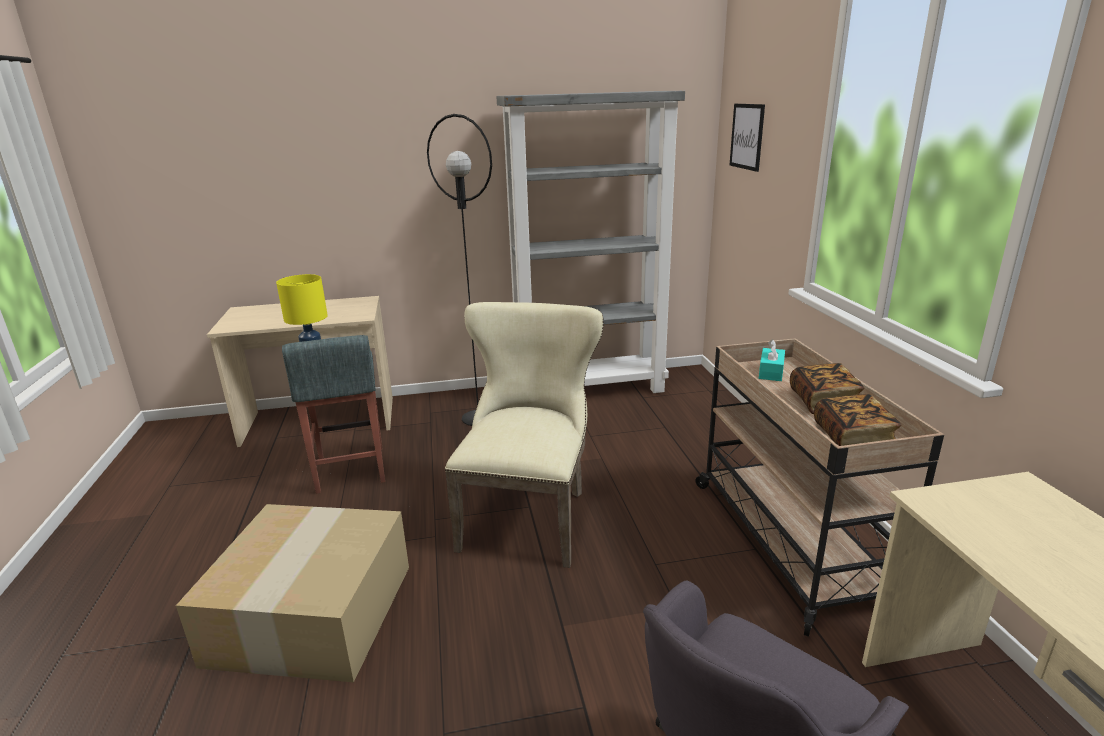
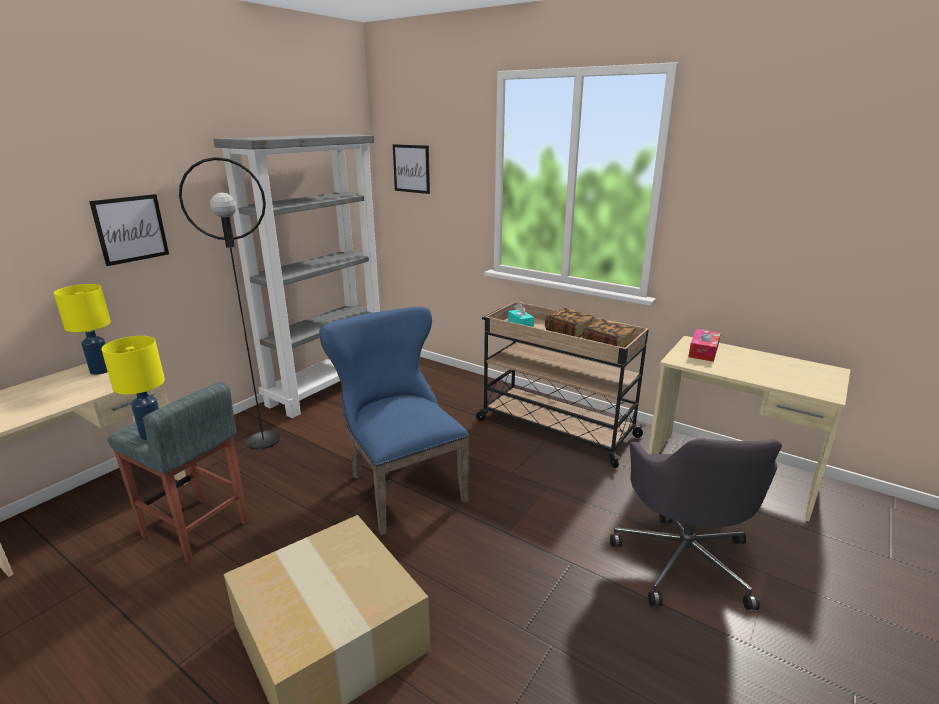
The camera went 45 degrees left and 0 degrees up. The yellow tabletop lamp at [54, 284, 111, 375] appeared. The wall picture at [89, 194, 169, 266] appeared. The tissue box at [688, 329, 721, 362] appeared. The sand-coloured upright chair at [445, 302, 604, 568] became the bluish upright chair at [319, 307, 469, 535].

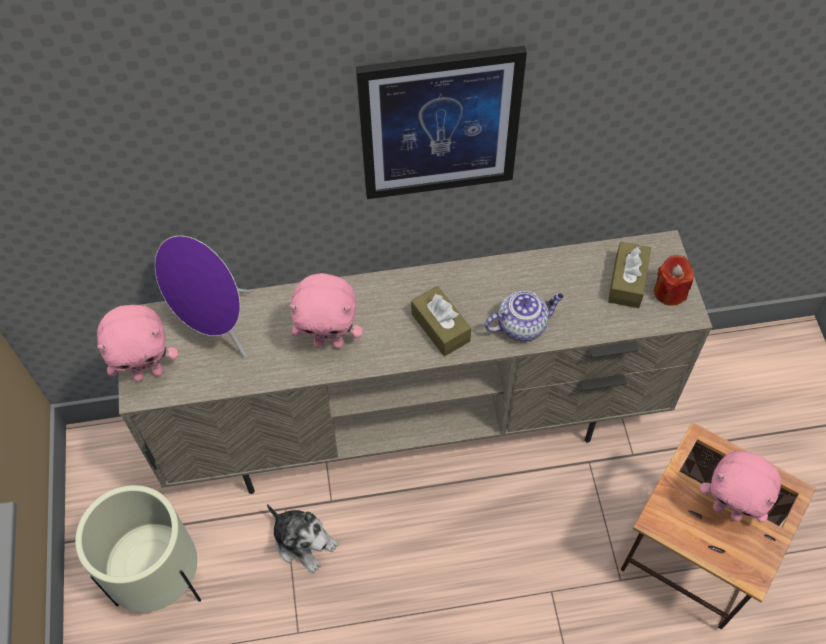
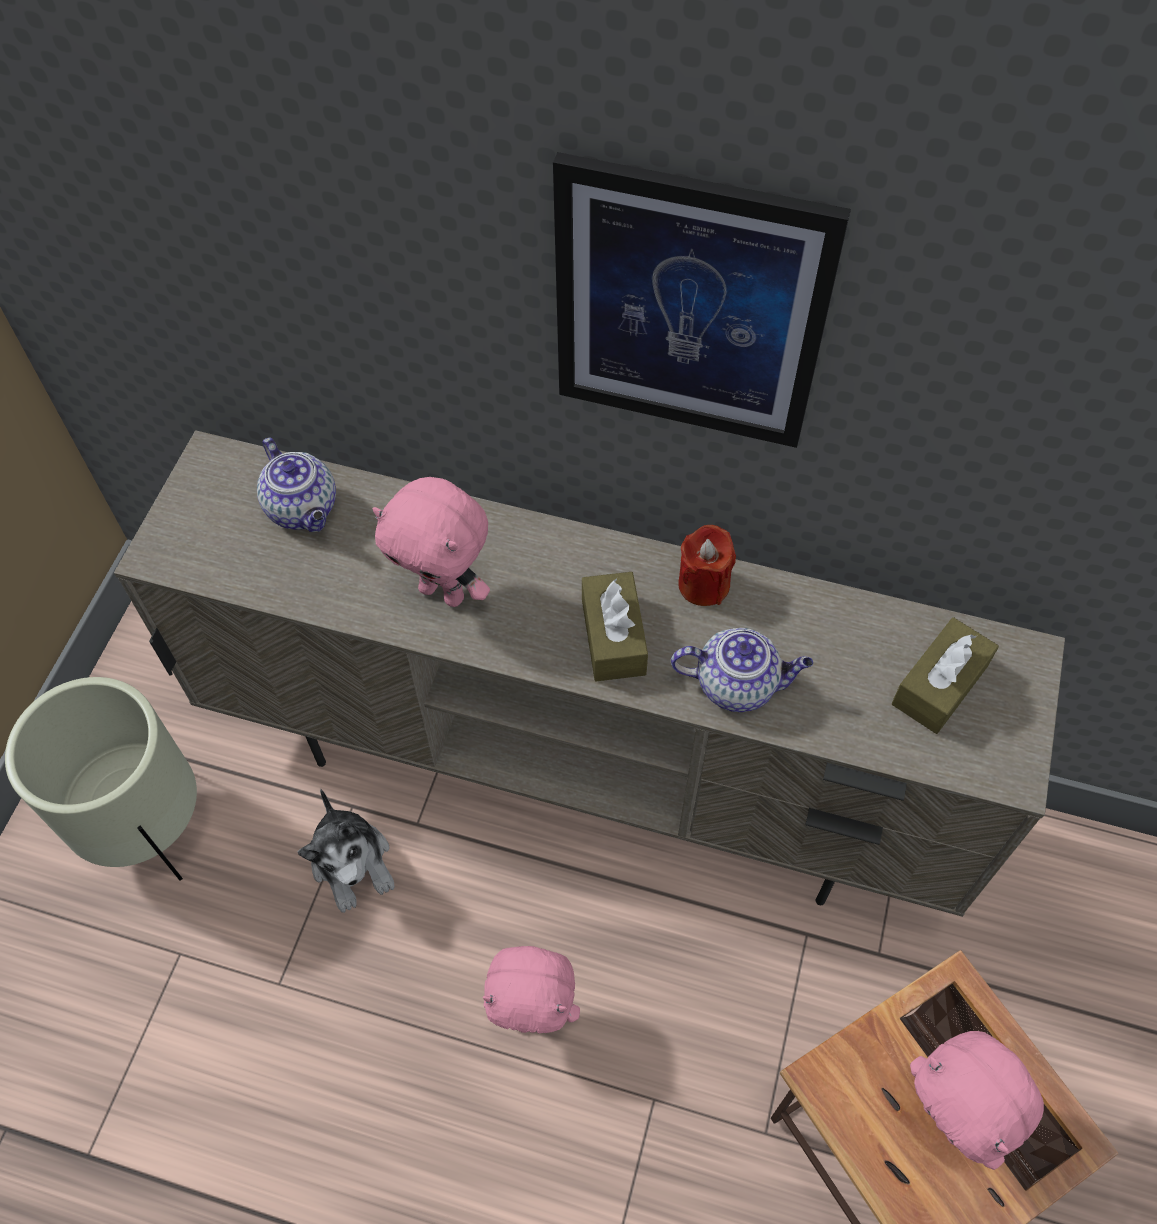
The camera went 25 degrees right and 0 degrees up. The pink plush toy moved from [97, 305, 179, 382] to [483, 946, 580, 1033]. The red-coloured wax candle moved from [654, 255, 694, 306] to [678, 525, 736, 606]. The purple speaker at [155, 236, 249, 358] was replaced by the pot for tea at [257, 437, 336, 532].

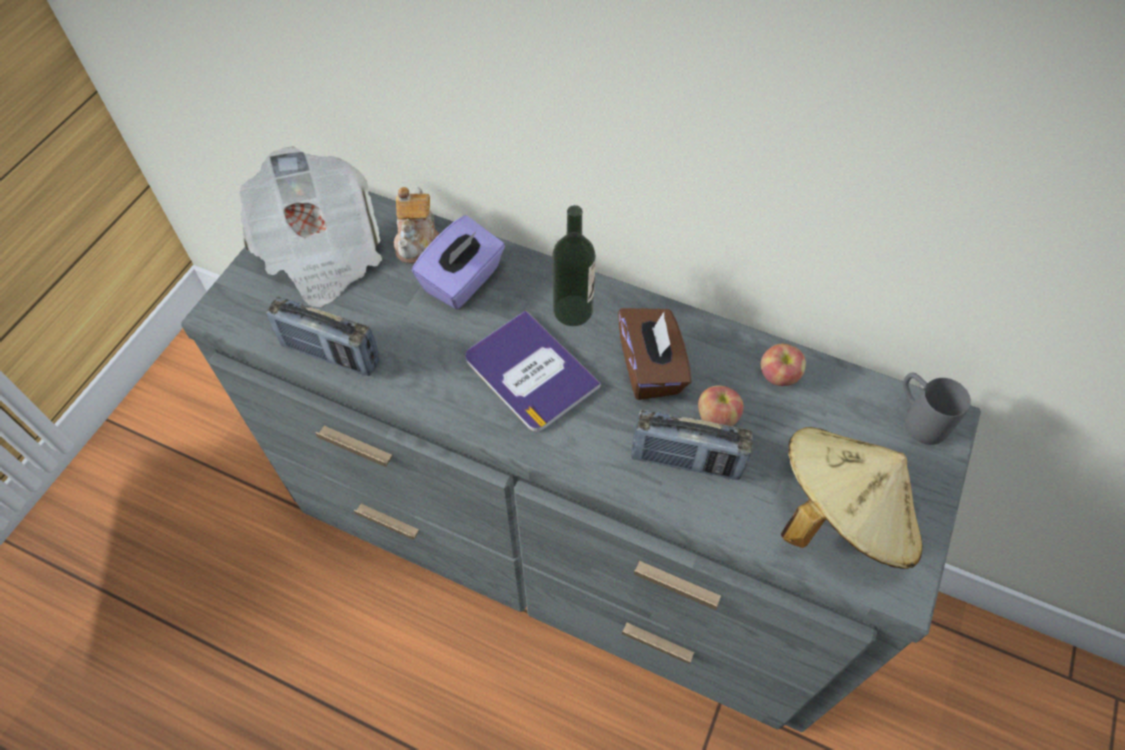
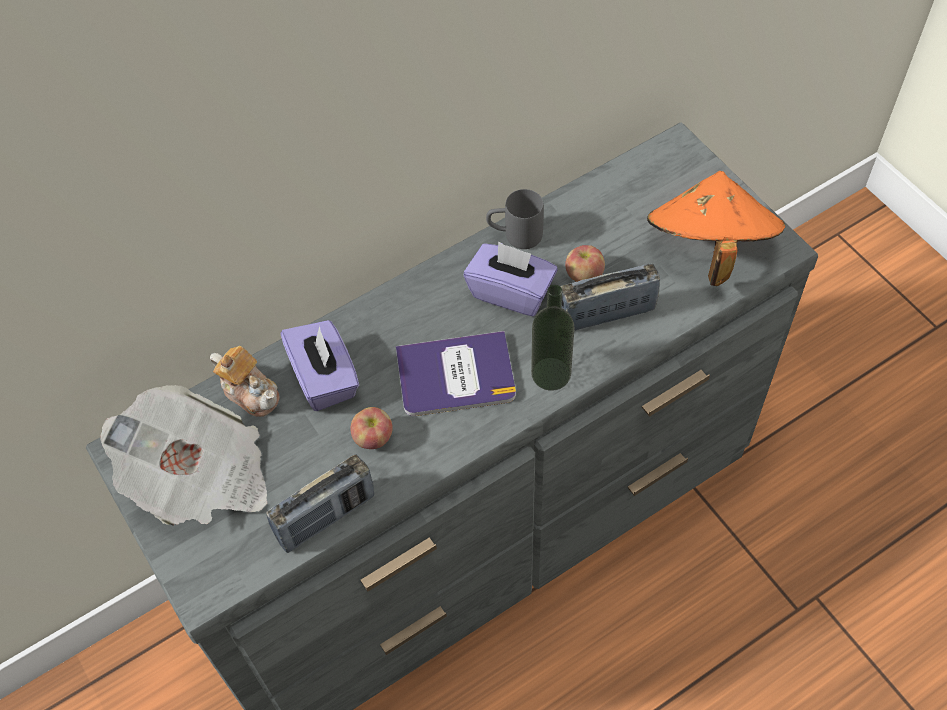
The camera went 55 degrees left and 0 degrees up. The drink bottle moved from [552, 205, 596, 326] to [531, 285, 575, 391]. The apple fruit moved from [761, 344, 806, 386] to [350, 407, 393, 449]. The grey coffee mug moved from [903, 373, 971, 445] to [486, 189, 544, 249]. The brownish tissue box at [618, 308, 691, 400] became the purple tissue box at [464, 241, 558, 316]. The sand-coloured clothing hat at [781, 427, 923, 569] became the orangey clothing hat at [647, 171, 785, 286]. The radio set at [631, 410, 753, 480] turned 150 degrees counterclockwise.

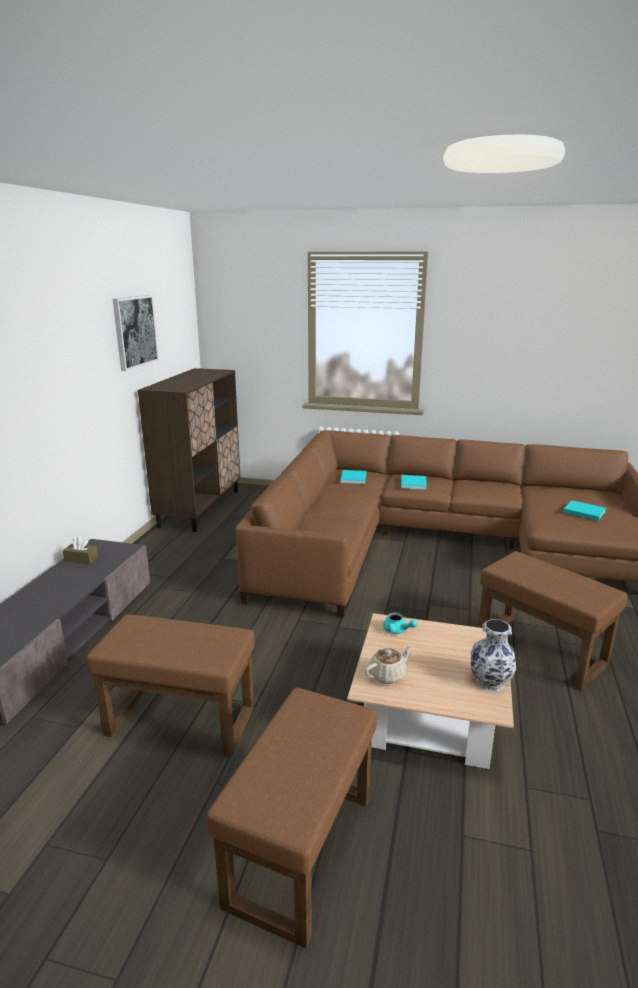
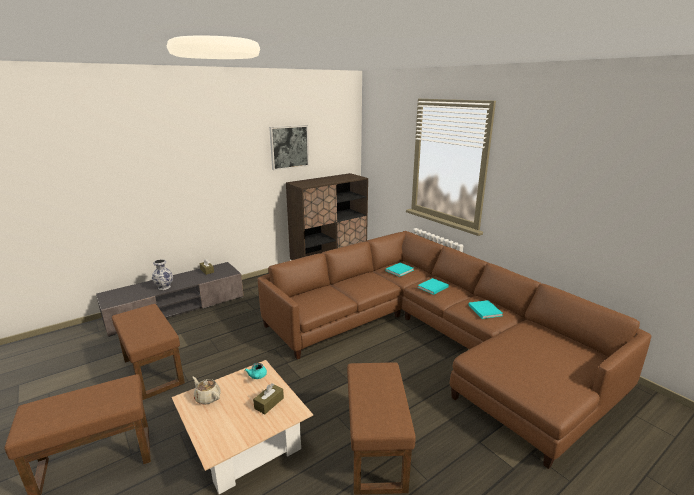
The camera went 40 degrees right and 0 degrees up. The brownish tissue box at [253, 383, 284, 415] appeared. The flower vase moved from [471, 619, 516, 692] to [152, 259, 173, 290]. The turquoise-coloured book moved from [563, 500, 606, 521] to [468, 300, 503, 319]. The sand-coloured pot for tea at [365, 645, 413, 684] turned 150 degrees counterclockwise.

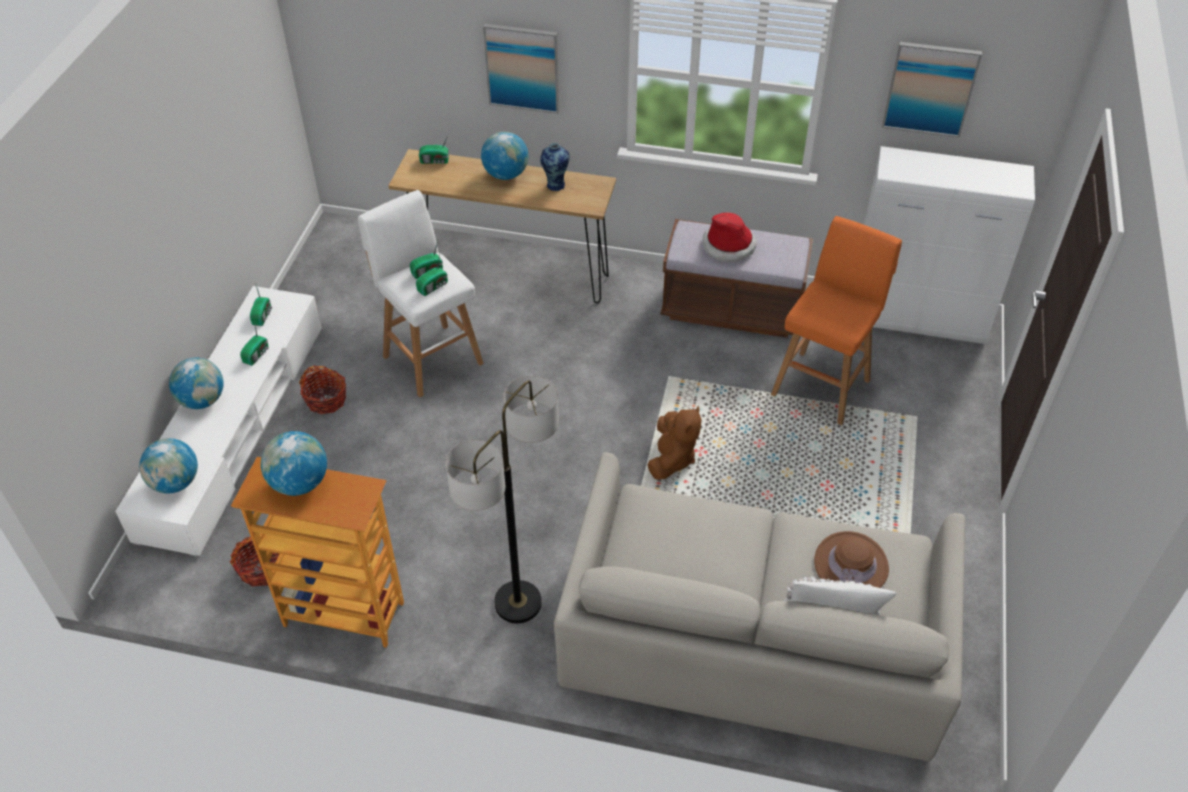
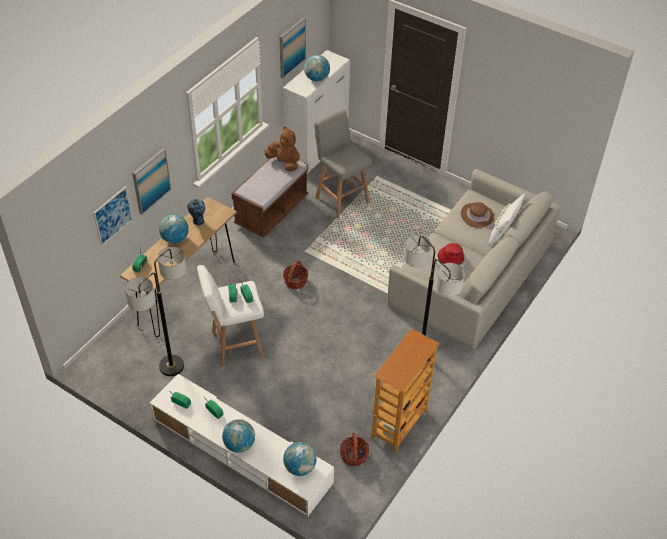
The camera went 70 degrees left and 0 degrees up. The wall picture at [93, 186, 133, 246] appeared. The standing lamp at [125, 247, 187, 376] appeared. The desk globe moved from [261, 431, 327, 496] to [304, 55, 330, 81]. The household basket moved from [299, 366, 346, 414] to [283, 261, 308, 289]. The brownish plush toy moved from [647, 405, 702, 480] to [264, 127, 300, 172]. The clothing hat moved from [703, 213, 756, 262] to [435, 243, 467, 268]. The orangey sitting stool at [771, 216, 902, 425] became the grey sitting stool at [314, 110, 372, 219].

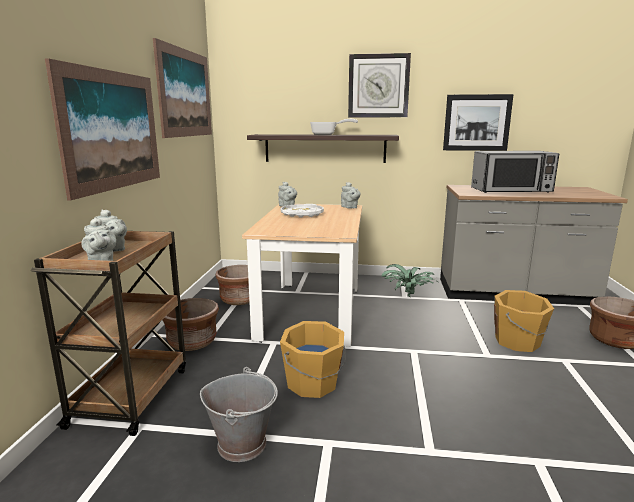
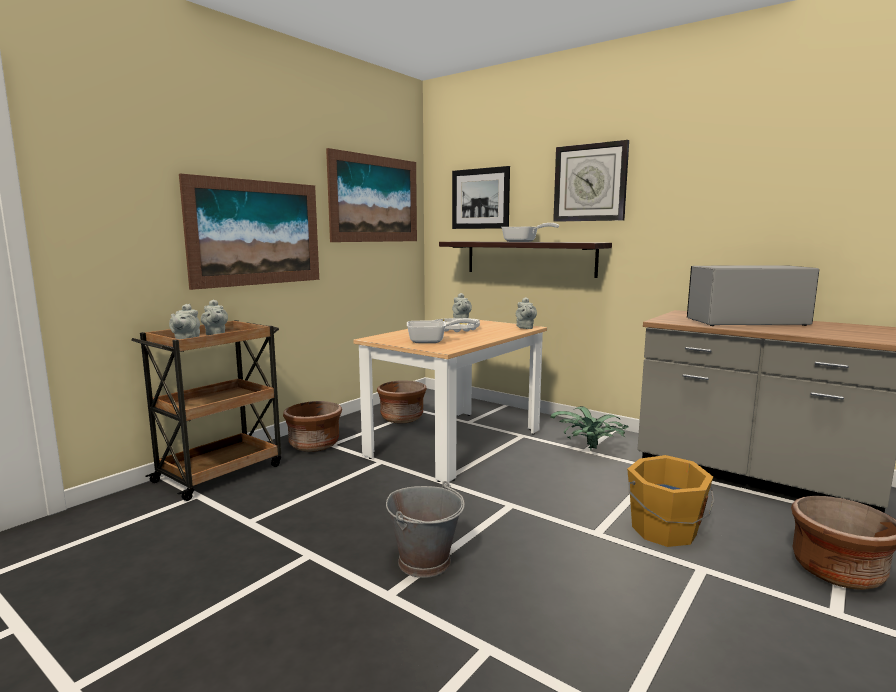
The camera went 30 degrees right and 5 degrees down. The orangey bucket at [280, 321, 345, 398] disappeared. The pan at [407, 318, 476, 343] appeared. The grey bucket moved from [200, 367, 278, 462] to [386, 481, 465, 578]. The wall picture moved from [443, 94, 514, 151] to [452, 166, 510, 229]. The microwave at [471, 151, 559, 193] turned 150 degrees clockwise.

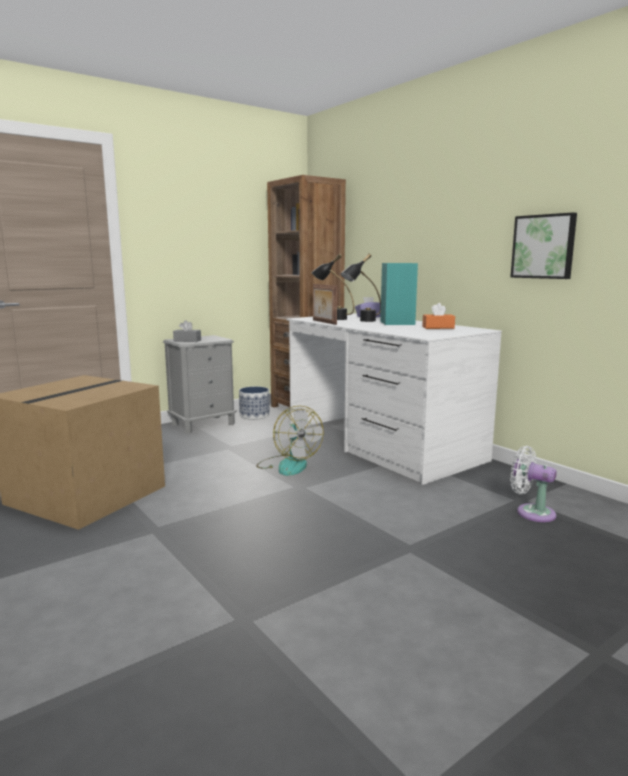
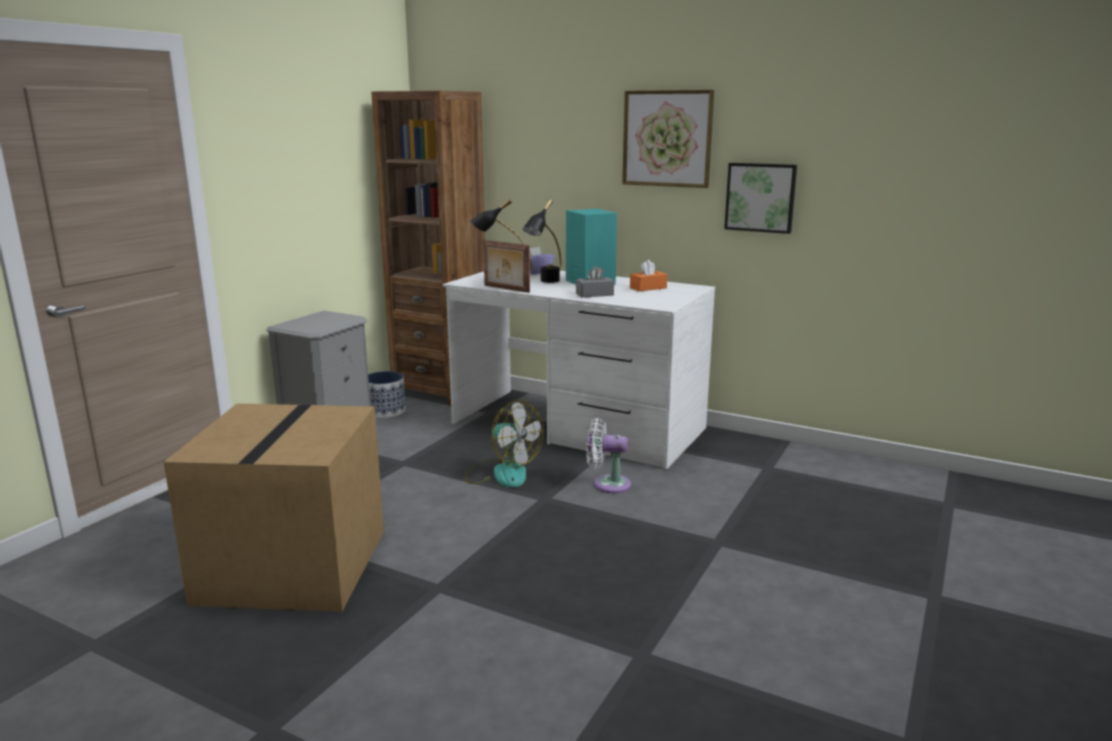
The camera went 25 degrees left and 5 degrees up. The wall picture at [622, 90, 714, 188] appeared. The grey tissue box moved from [173, 320, 201, 342] to [576, 266, 614, 298]. The whitish electric fan moved from [510, 446, 557, 522] to [586, 418, 631, 493].

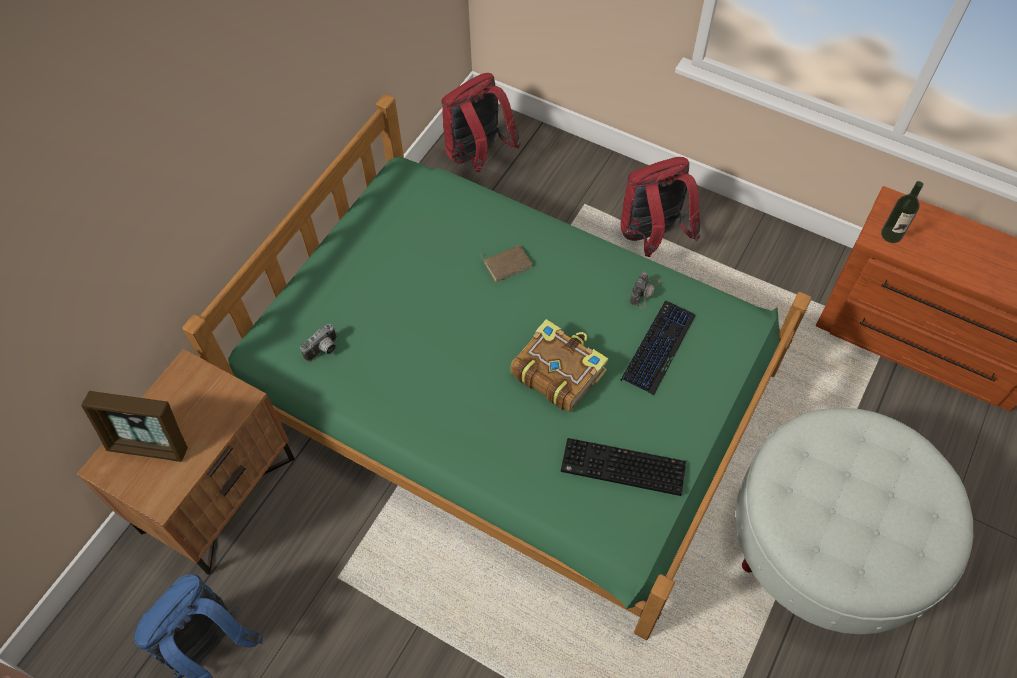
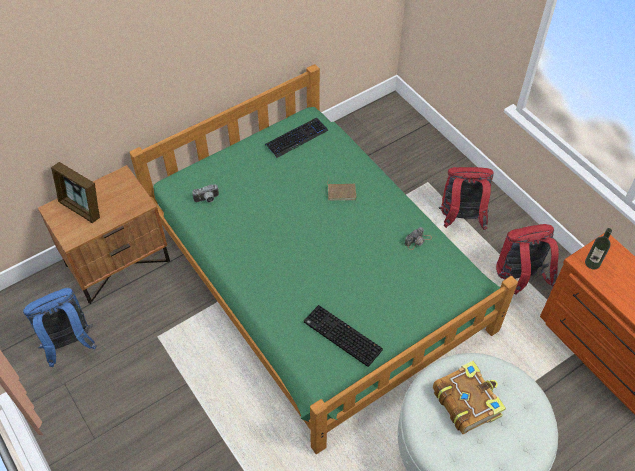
The camera went 25 degrees right and 5 degrees down. The red-coloured backpack moved from [441, 73, 521, 172] to [496, 224, 559, 295]. The book moved from [511, 319, 608, 412] to [433, 361, 506, 434]. The computer keyboard moved from [621, 300, 695, 396] to [265, 118, 328, 158].

